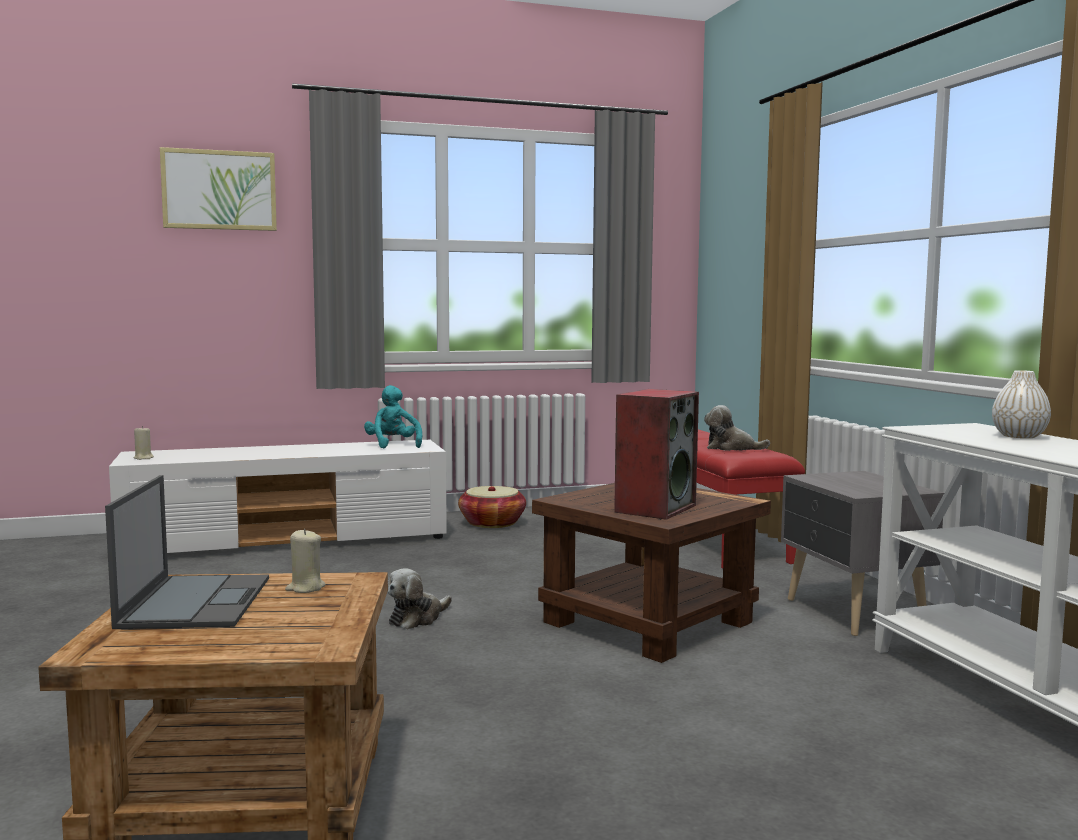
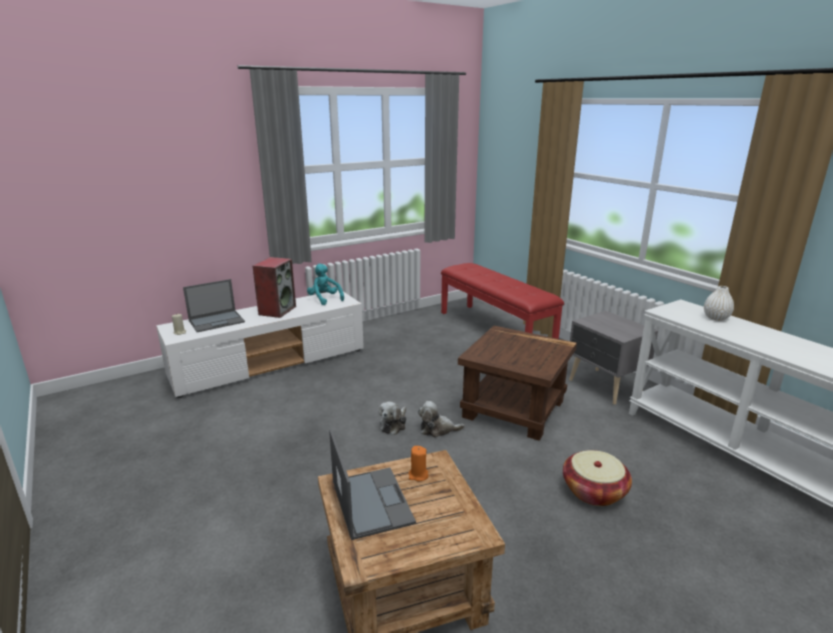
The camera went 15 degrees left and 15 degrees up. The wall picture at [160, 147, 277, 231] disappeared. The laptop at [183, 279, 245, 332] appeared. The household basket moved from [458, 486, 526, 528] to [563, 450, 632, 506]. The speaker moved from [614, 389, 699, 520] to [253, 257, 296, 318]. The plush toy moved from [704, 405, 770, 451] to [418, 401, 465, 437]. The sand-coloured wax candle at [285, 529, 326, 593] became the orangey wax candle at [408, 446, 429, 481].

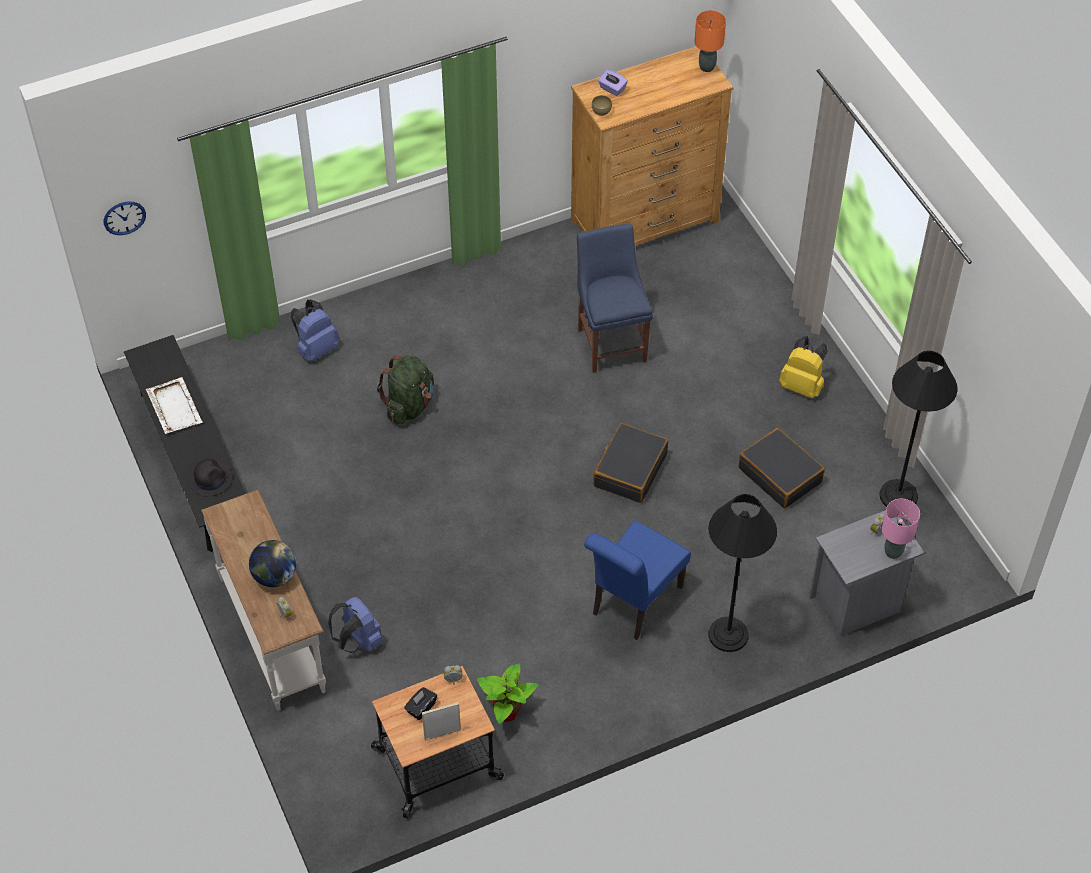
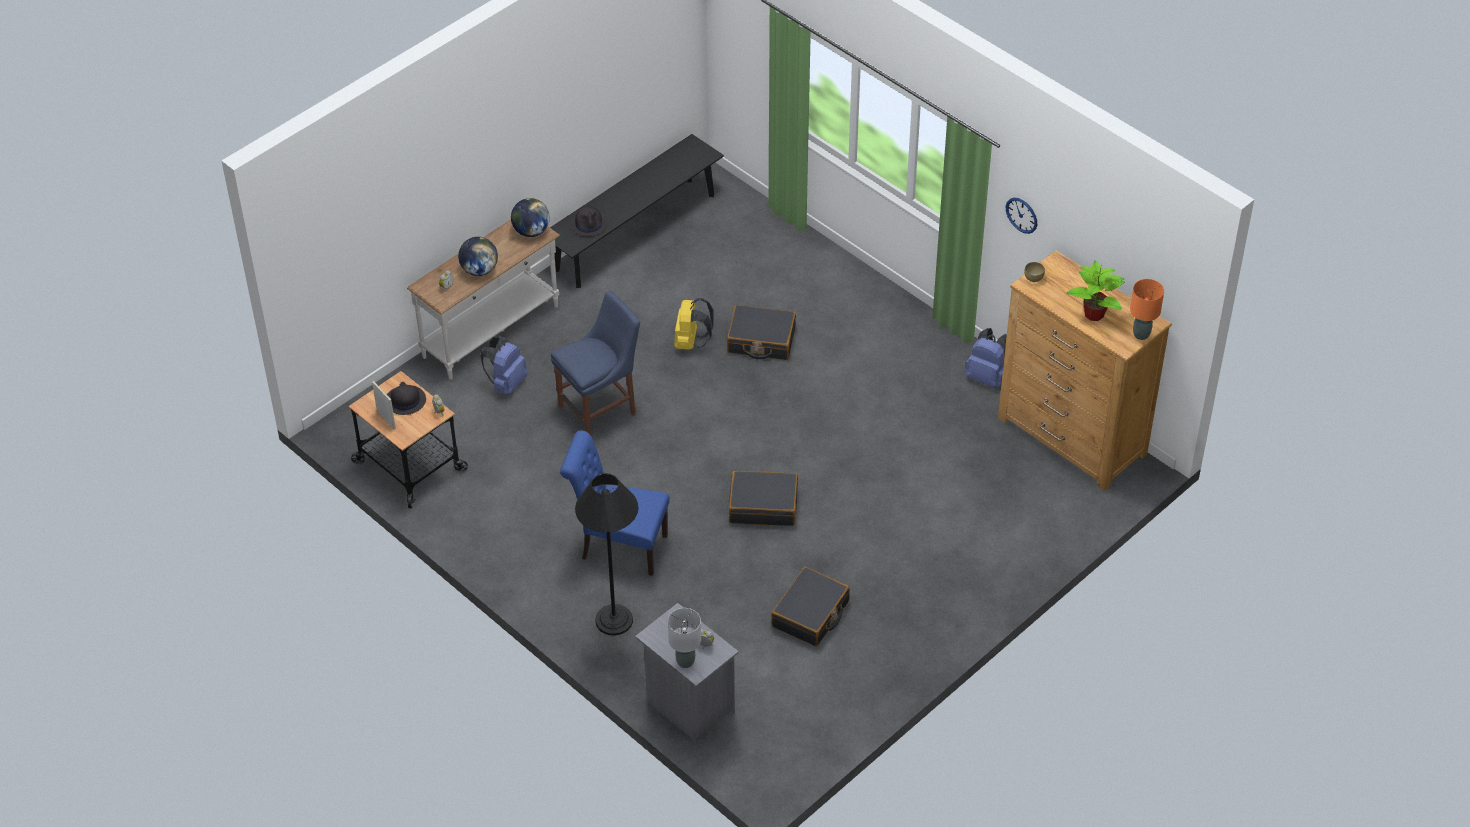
The camera went 70 degrees right and 5 degrees down. The whitish serving tray at [146, 377, 203, 434] disappeared. The purple tissue box at [598, 69, 628, 96] disappeared. The blackish standing lamp at [879, 351, 958, 507] disappeared. The desk globe at [511, 198, 550, 237] appeared. The clock on the wall moved from [104, 201, 146, 235] to [1006, 198, 1037, 234]. The bluish backpack moved from [291, 300, 339, 362] to [965, 328, 1007, 388]. The houseplant moved from [477, 663, 539, 724] to [1067, 260, 1125, 321]. The bluish upright chair moved from [577, 223, 653, 373] to [551, 291, 640, 435]. The yellow backpack moved from [779, 336, 828, 398] to [674, 298, 713, 350]. The greenish backpack at [377, 355, 434, 424] was replaced by the blackish travel case at [727, 305, 796, 360]. The blackish tissue box at [404, 687, 437, 720] was replaced by the blackish clothing hat at [387, 382, 426, 415]. The pink tabletop lamp at [882, 499, 920, 559] became the grey tabletop lamp at [668, 608, 701, 668].

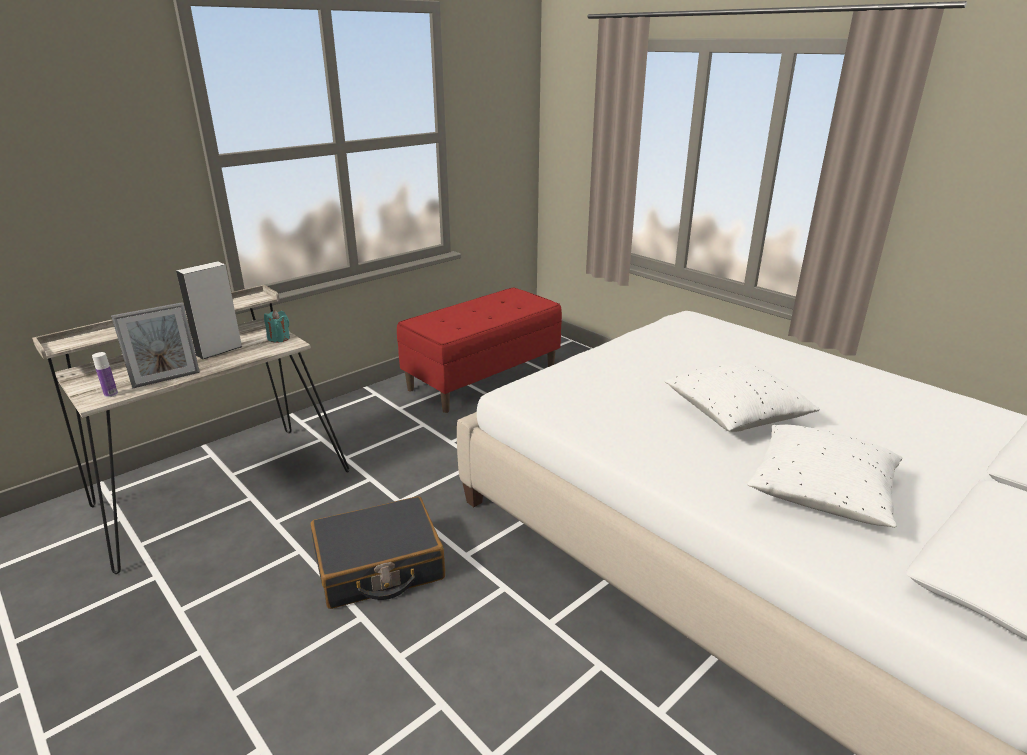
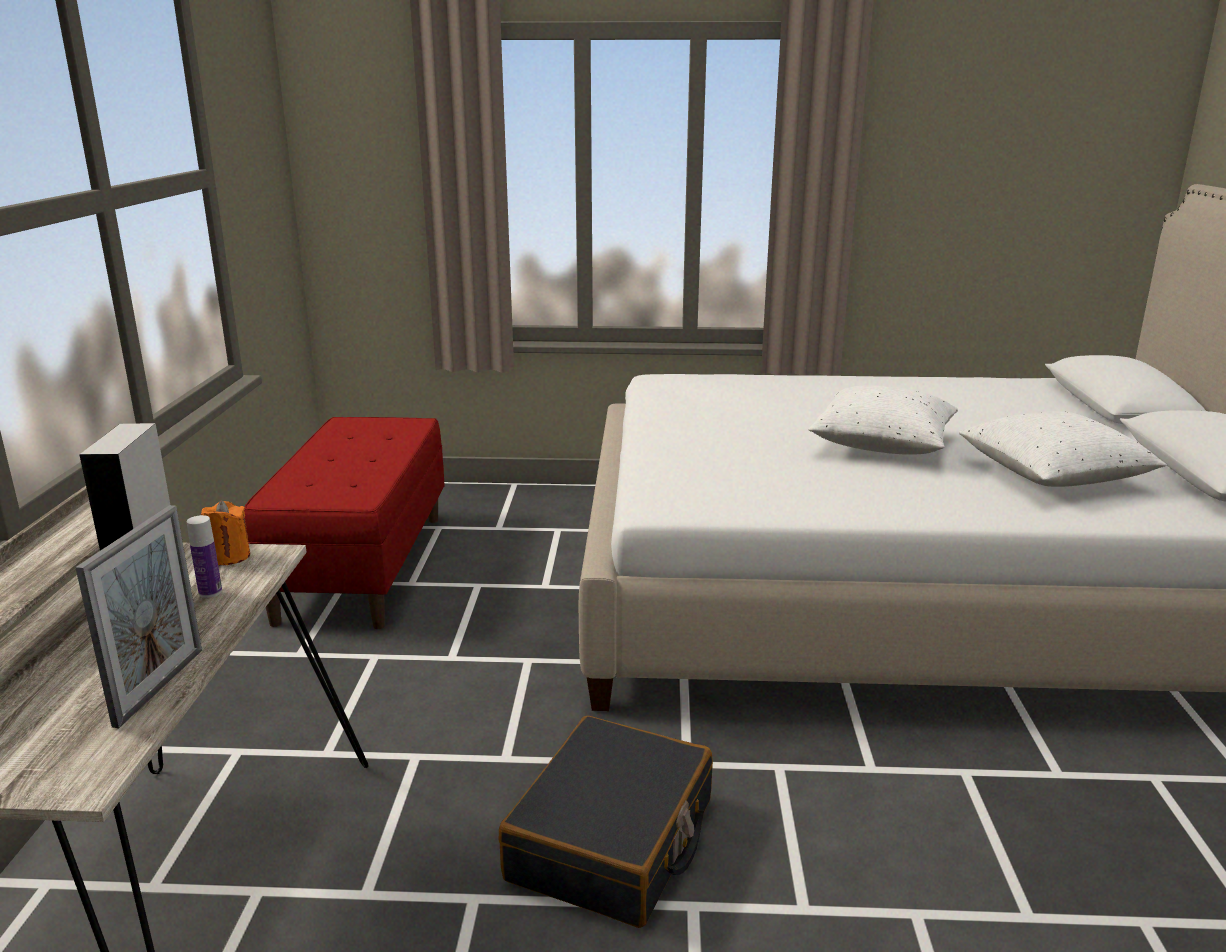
The camera went 45 degrees left and 5 degrees down. The drink bottle moved from [92, 352, 118, 397] to [187, 515, 222, 598]. The turquoise-coloured wax candle at [264, 310, 290, 343] became the orangey wax candle at [201, 501, 250, 565].

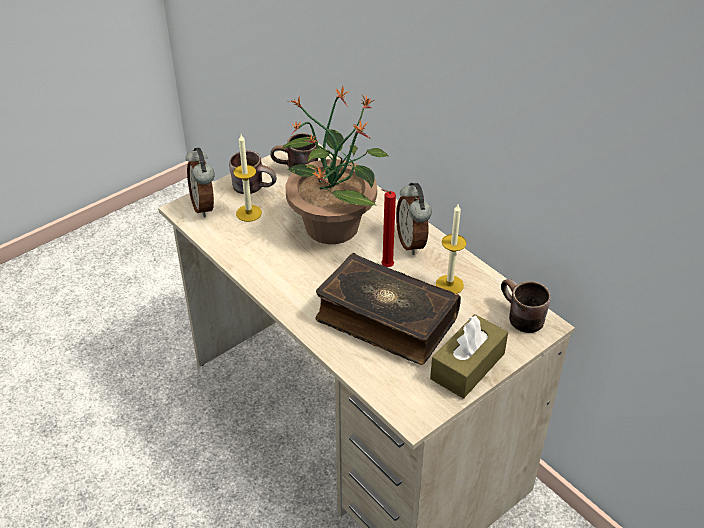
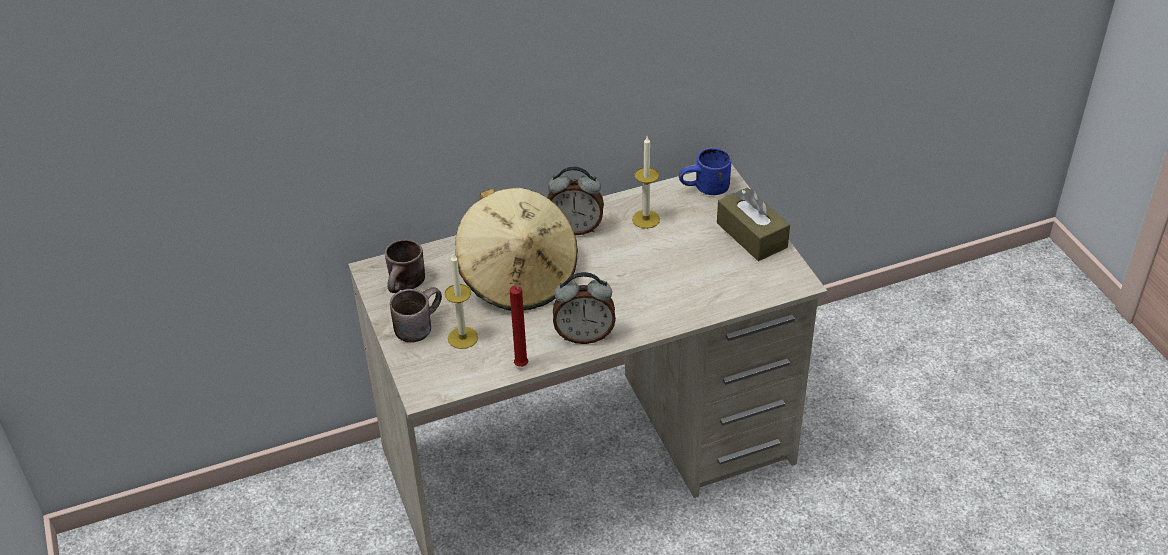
The camera went 70 degrees left and 0 degrees up. The book at [315, 253, 461, 365] disappeared. The table clock moved from [185, 147, 214, 217] to [553, 272, 616, 344]. The red-coloured wax candle moved from [381, 189, 396, 267] to [510, 286, 528, 367]. The houseplant at [281, 86, 388, 244] was replaced by the sand-coloured clothing hat at [455, 188, 578, 310]. The brownish coffee mug at [501, 279, 551, 333] became the bluish coffee mug at [679, 148, 731, 195].

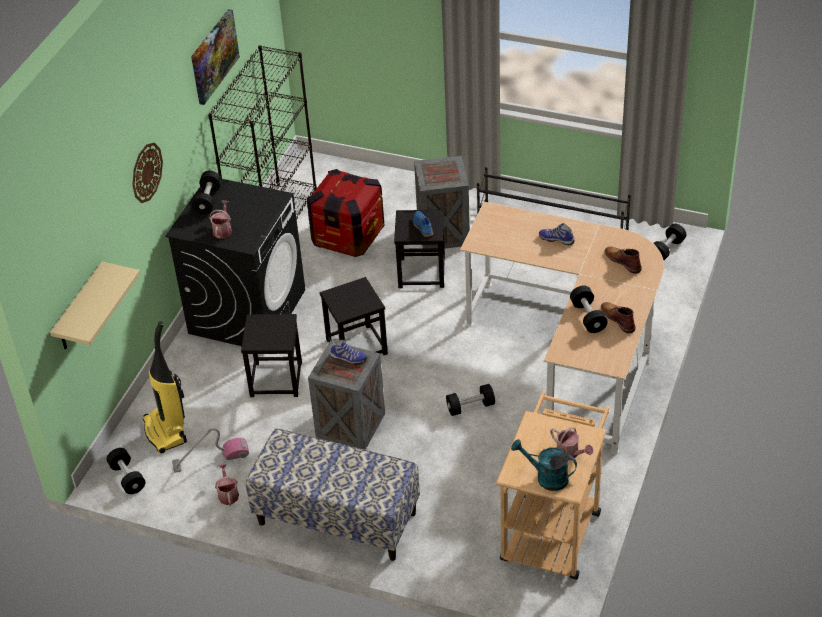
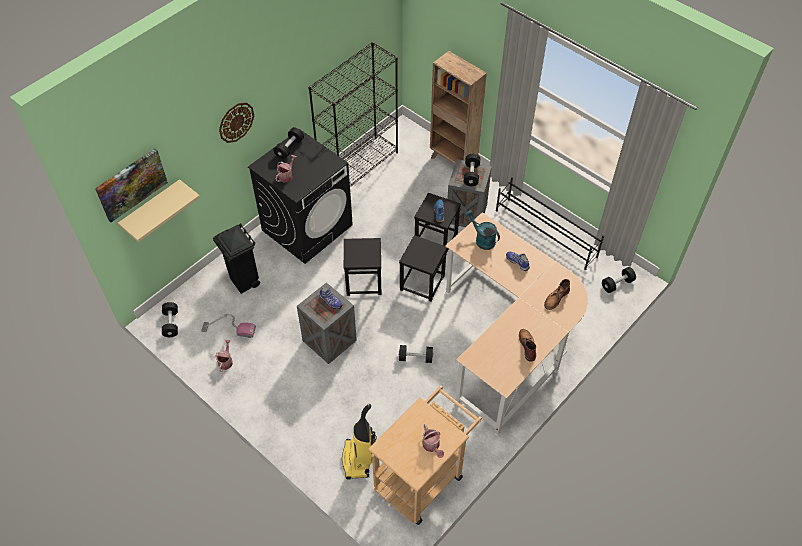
The camera went 20 degrees right and 10 degrees up. The long seat at [246, 429, 420, 561] disappeared. The shipping crate at [307, 169, 384, 257] disappeared. The blackish rubbish bin at [213, 223, 260, 294] appeared. The brownish bookcase at [430, 51, 487, 164] appeared. The vacuum moved from [143, 321, 187, 453] to [342, 404, 377, 480]. The wall picture moved from [191, 9, 240, 105] to [95, 148, 168, 222]. The blackish sitting stool moved from [241, 314, 302, 397] to [399, 235, 447, 302]. The turquoise-coloured sprinkling can moved from [511, 439, 577, 491] to [465, 210, 500, 250]. The blackish dumbbell moved from [570, 286, 608, 333] to [464, 154, 480, 186]. The brownish tall boot at [604, 247, 642, 274] turned 120 degrees counterclockwise.

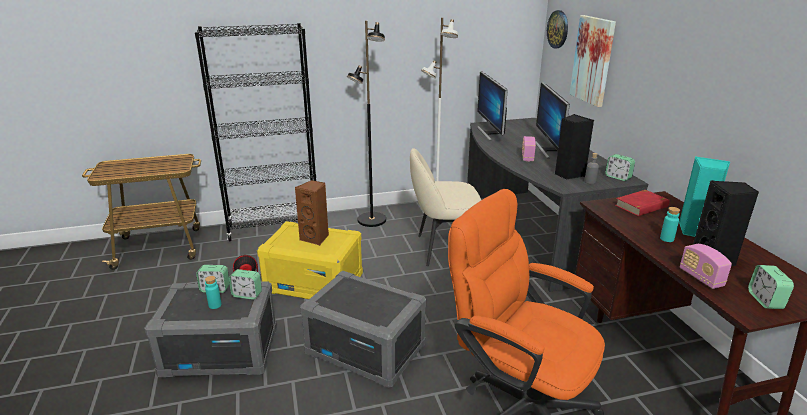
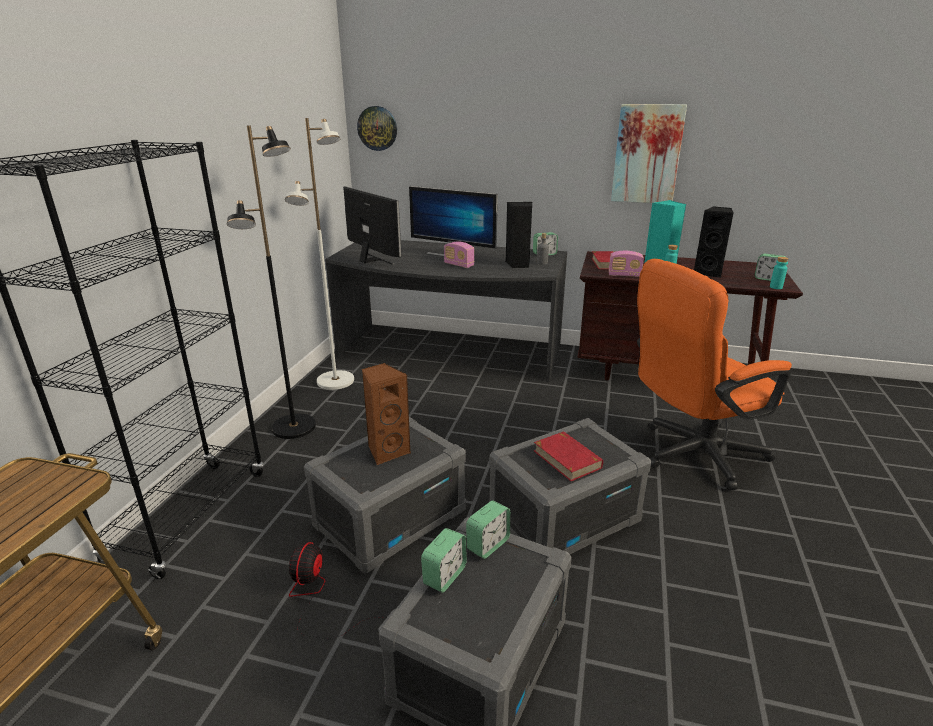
The camera went 60 degrees left and 0 degrees up. The sand-coloured upright chair at [410, 148, 481, 266] disappeared. The red-coloured book at [534, 431, 603, 481] appeared. The turquoise-coloured drink bottle moved from [205, 276, 222, 309] to [770, 257, 789, 289]. The wall picture moved from [570, 15, 616, 107] to [611, 104, 687, 203]. The radio set moved from [680, 244, 732, 289] to [609, 251, 644, 277]. The yellow storage bin at [257, 221, 363, 299] became the grey storage bin at [304, 417, 466, 573]. The computer display at [477, 71, 508, 141] turned 150 degrees counterclockwise.

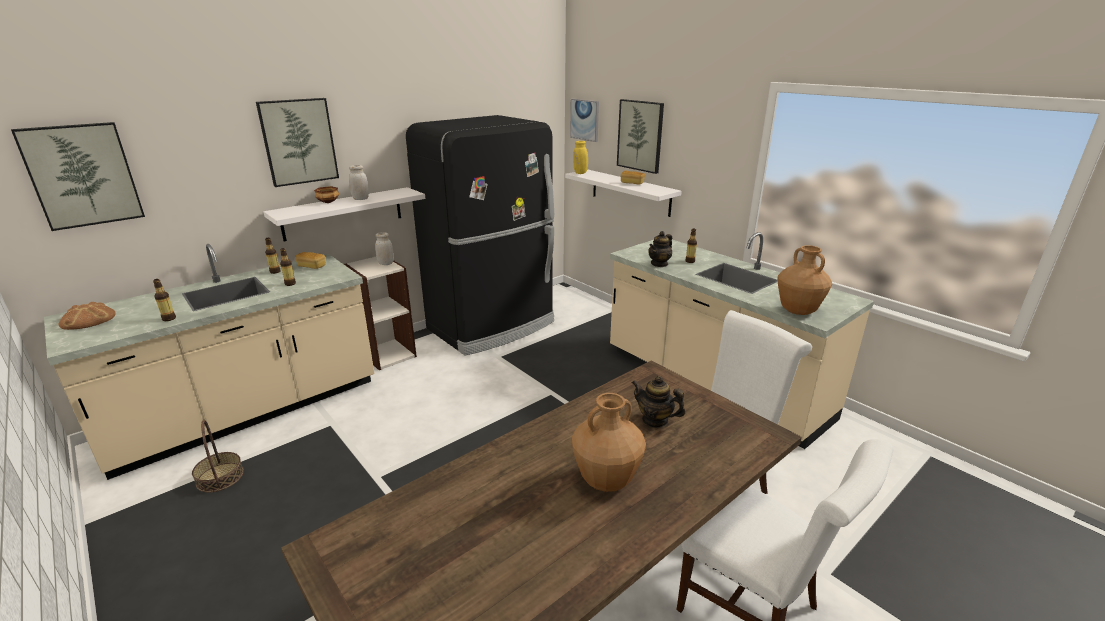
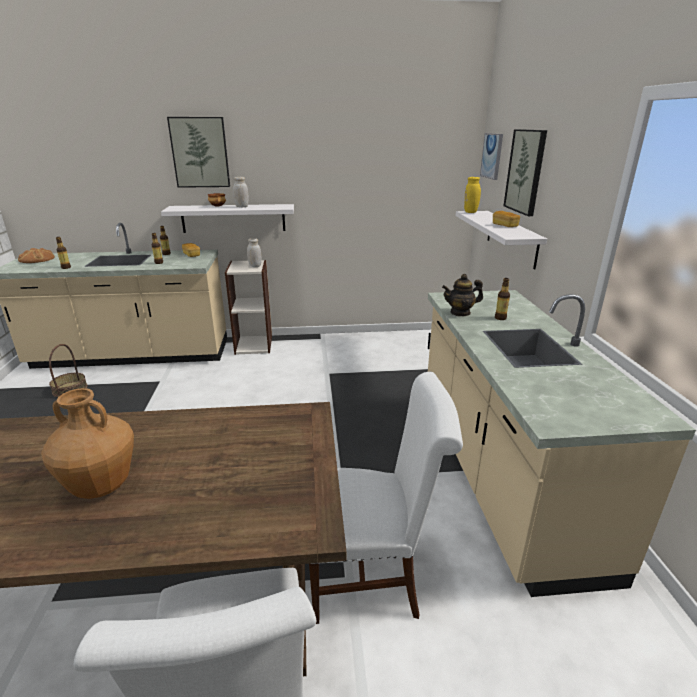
The camera went 35 degrees right and 0 degrees up. The wall picture at [11, 122, 145, 231] disappeared. The blackish kitchen fridge at [406, 115, 554, 356] disappeared. The pot for tea at [632, 376, 685, 428] disappeared. The brownish flower vase at [777, 245, 832, 315] disappeared.

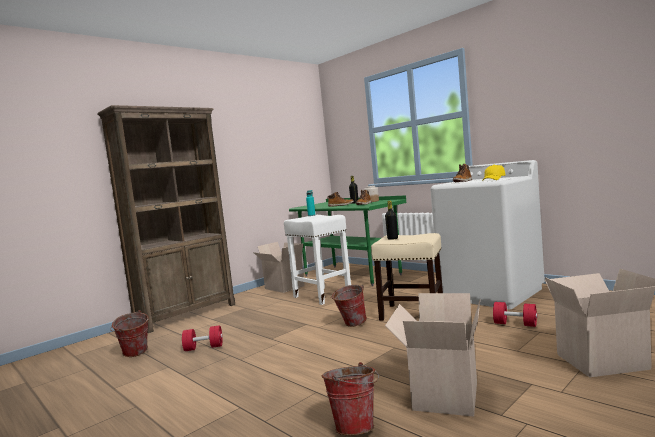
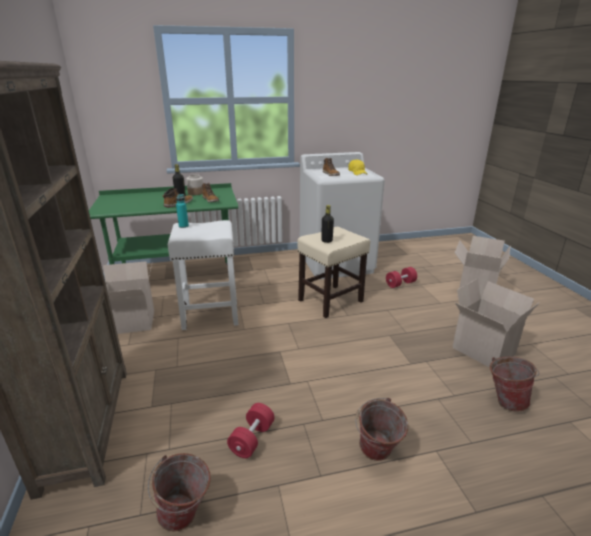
The camera went 60 degrees left and 20 degrees up. The bucket moved from [331, 285, 367, 327] to [355, 398, 408, 461].

